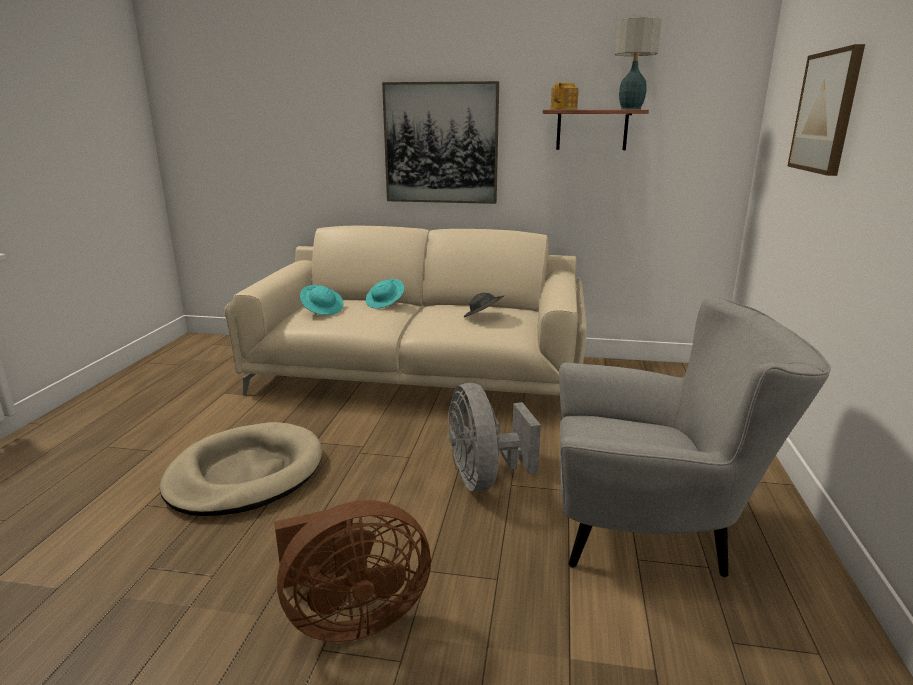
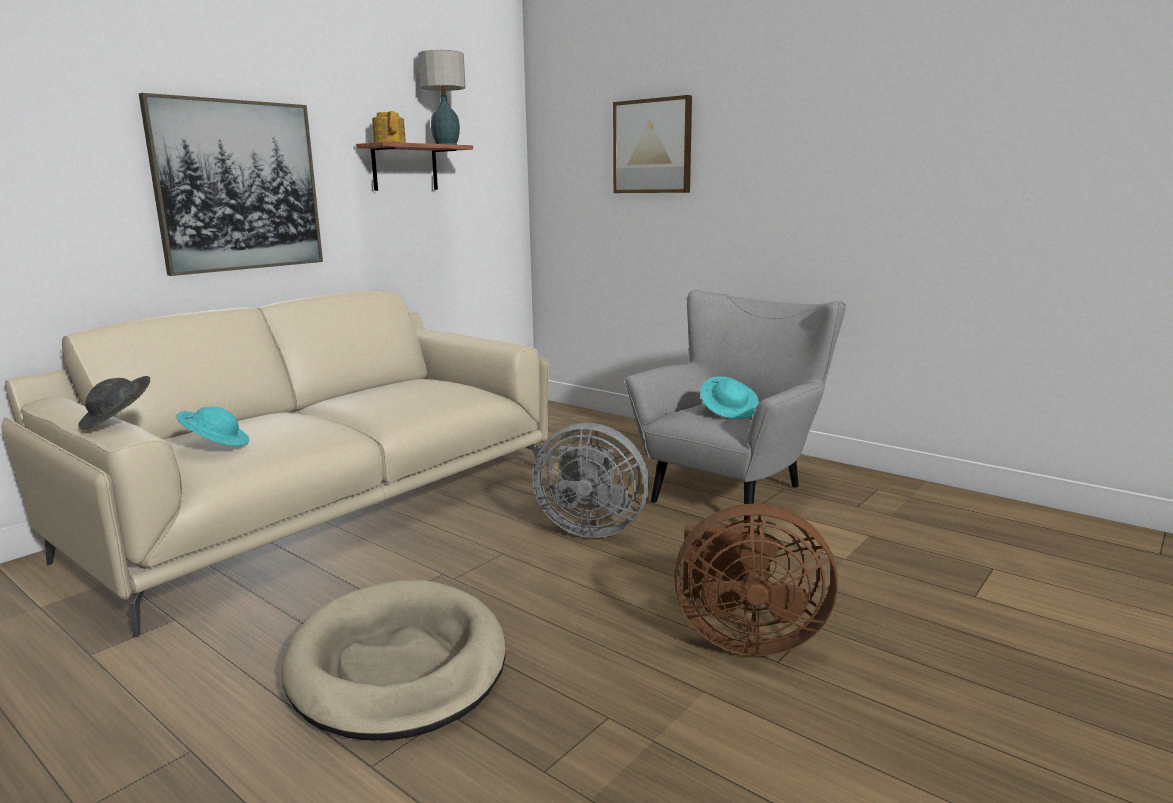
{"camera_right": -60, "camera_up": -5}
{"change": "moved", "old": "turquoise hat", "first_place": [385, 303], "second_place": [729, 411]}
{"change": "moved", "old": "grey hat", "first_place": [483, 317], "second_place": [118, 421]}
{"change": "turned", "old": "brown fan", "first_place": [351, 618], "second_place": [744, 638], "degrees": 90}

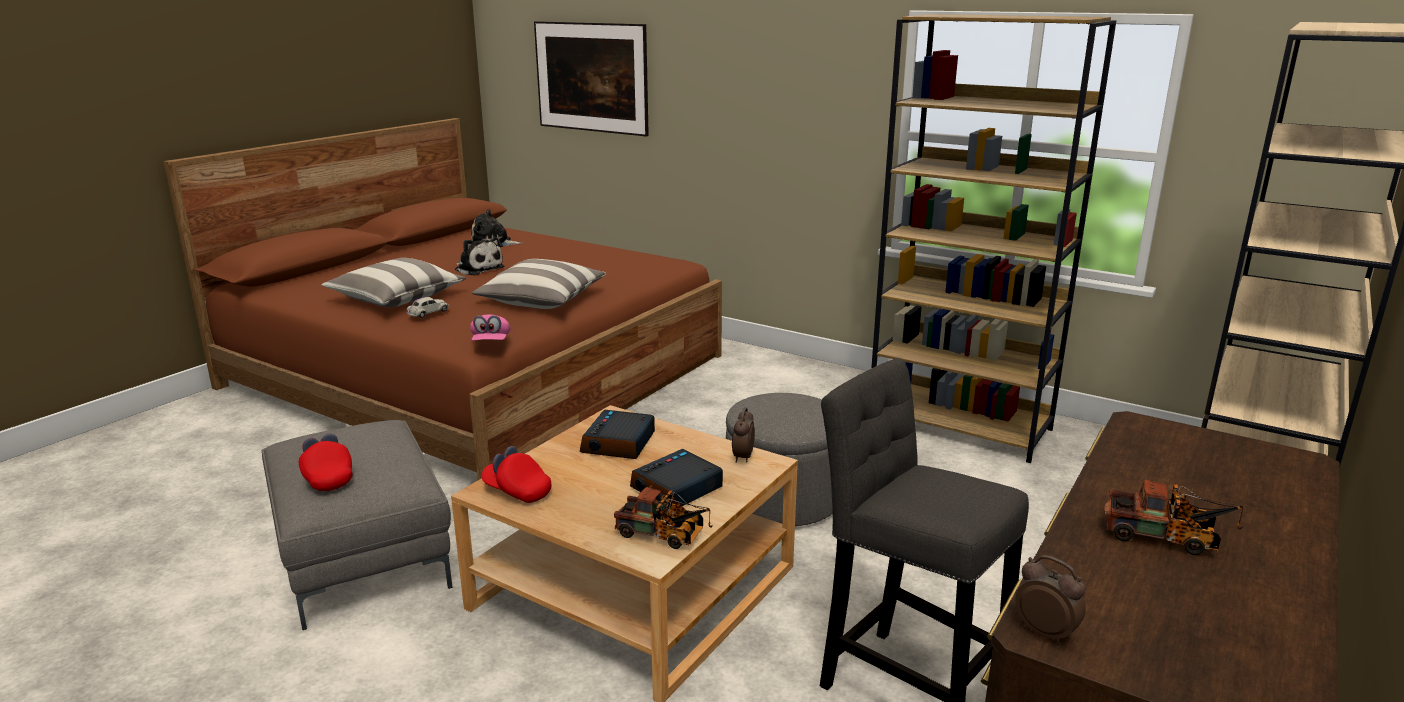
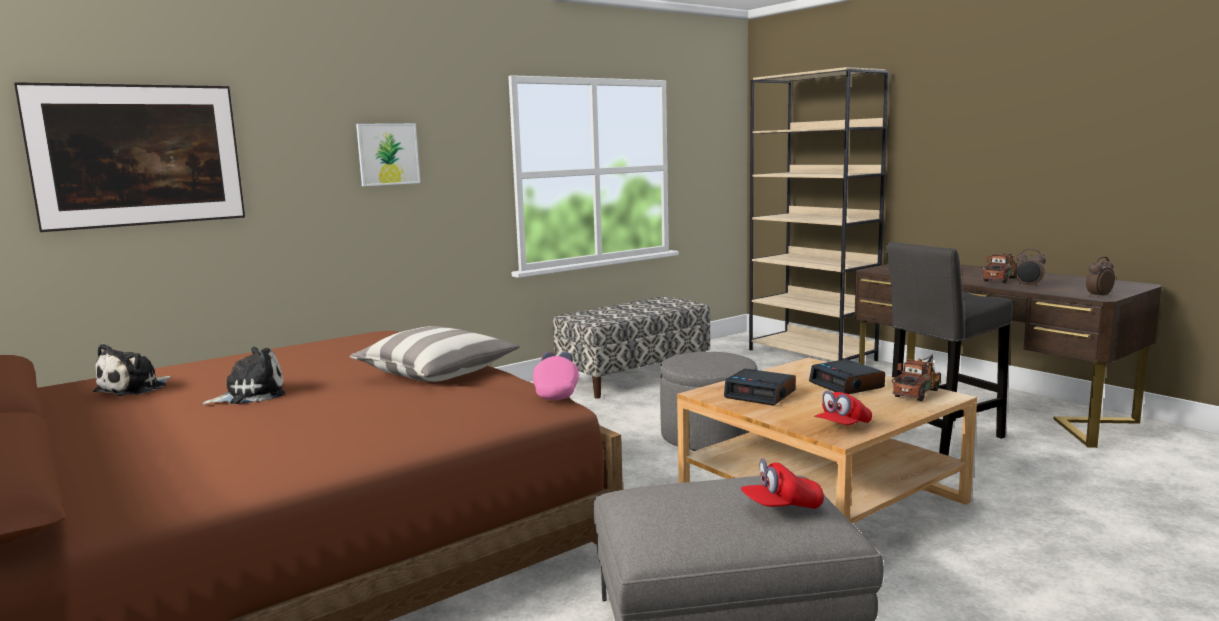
{"camera_right": -70, "camera_up": -10}
{"change": "replaced", "old": "brown bookcase", "new": "bench", "first_place": [960, 425], "second_place": [634, 377]}
{"change": "removed", "old": "pillow", "first_place": [396, 299]}
{"change": "removed", "old": "white toy car", "first_place": [428, 313]}
{"change": "turned", "old": "pink cap", "first_place": [491, 343], "second_place": [556, 392], "degrees": -105}
{"change": "moved", "old": "alarm clock", "first_place": [742, 457], "second_place": [1028, 286]}
{"change": "added", "new": "picture", "second_place": [388, 154]}

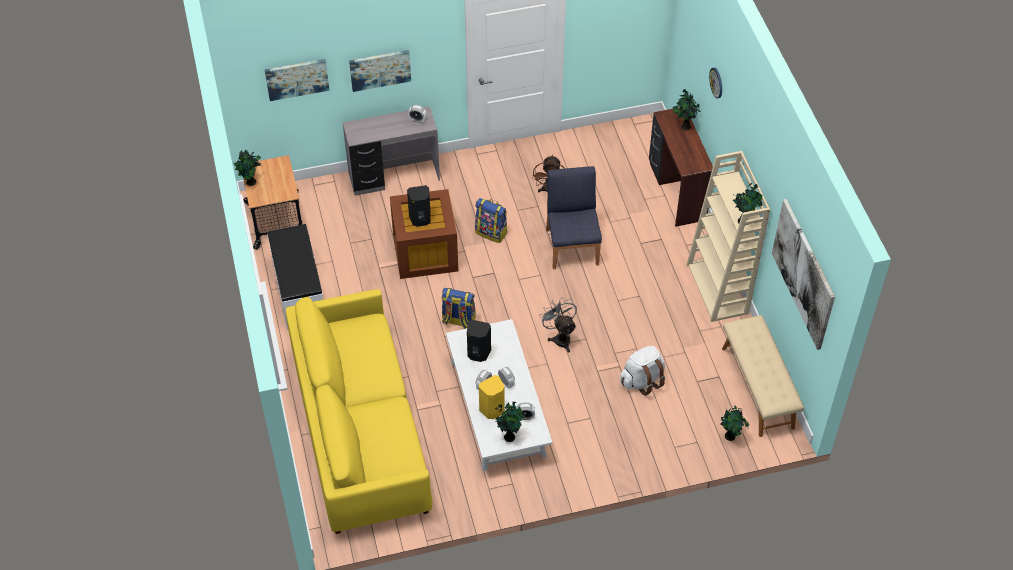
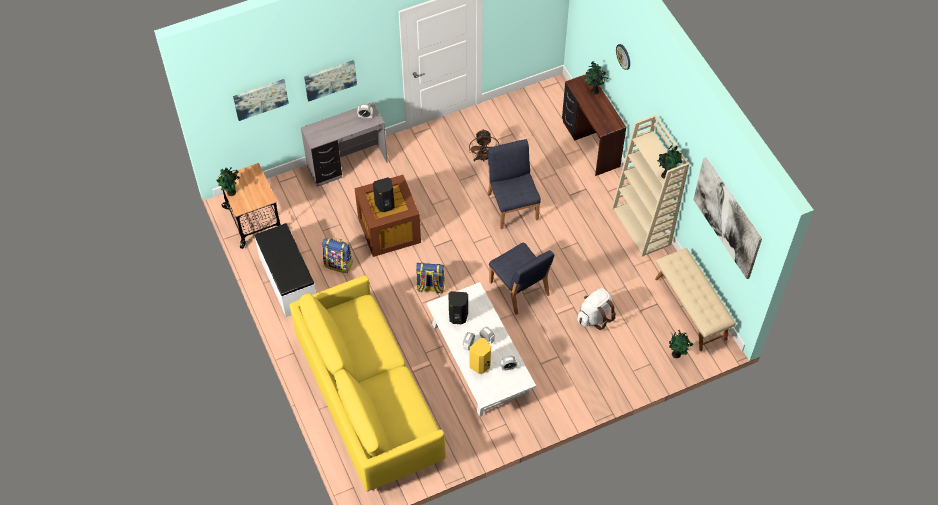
{"camera_right": -10, "camera_up": 5}
{"change": "moved", "old": "backpack", "first_place": [491, 232], "second_place": [339, 264]}
{"change": "replaced", "old": "grey fan", "new": "blue chair", "first_place": [560, 337], "second_place": [519, 289]}
{"change": "removed", "old": "potted plant", "first_place": [509, 436]}

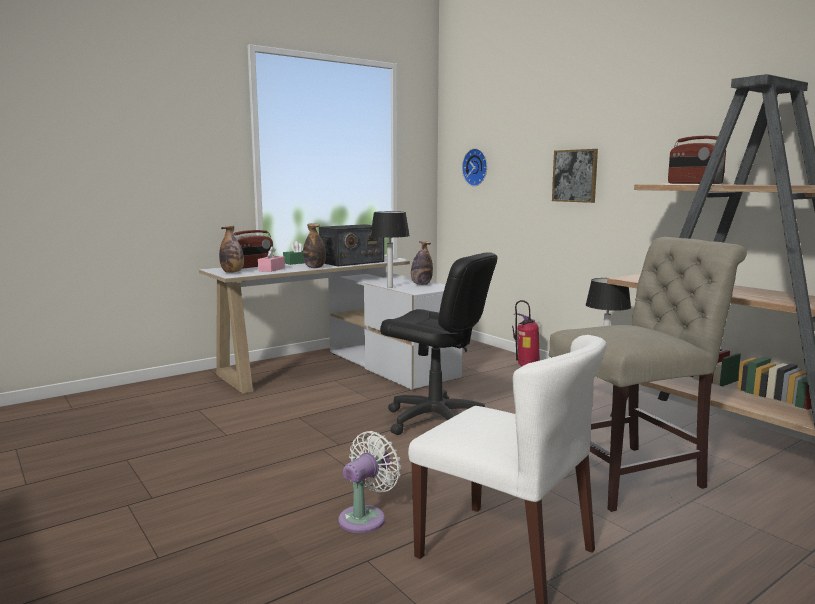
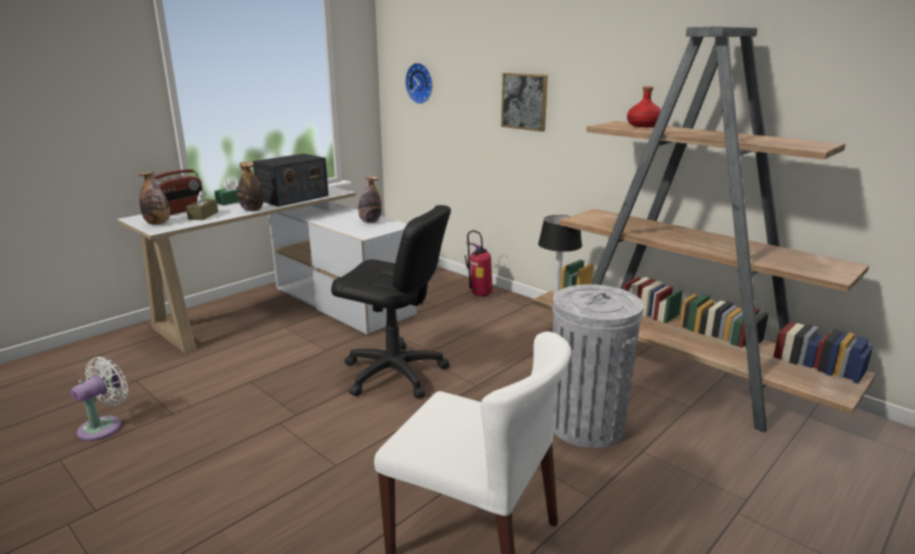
{"camera_right": -10, "camera_up": 10}
{"change": "replaced", "old": "radio", "new": "red bottle", "first_place": [693, 183], "second_place": [644, 125]}
{"change": "removed", "old": "table lamp", "first_place": [390, 287]}
{"change": "replaced", "old": "beige chair", "new": "grey trash can", "first_place": [632, 475], "second_place": [586, 425]}
{"change": "recoloured", "old": "pink tissue box", "new": "brown tissue box", "first_place": [271, 269], "second_place": [203, 215]}
{"change": "moved", "old": "white fan", "first_place": [365, 517], "second_place": [104, 426]}

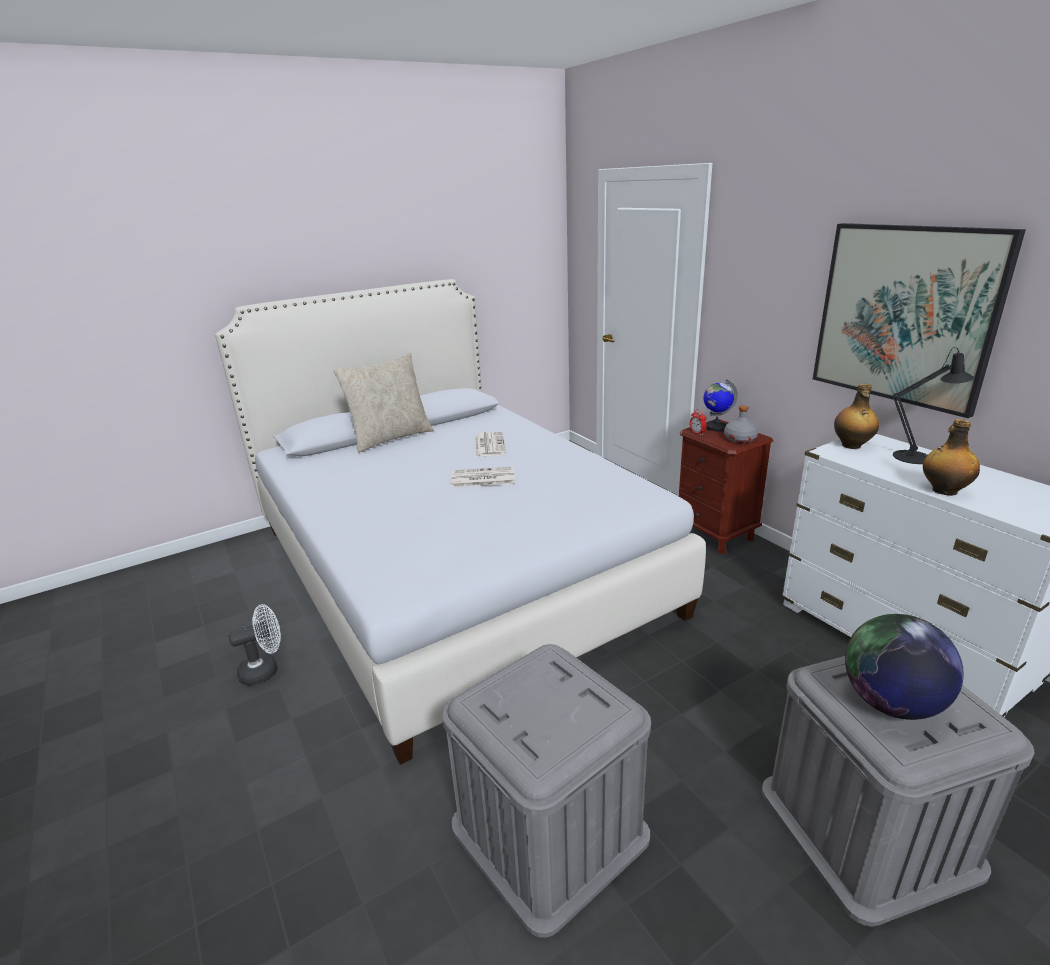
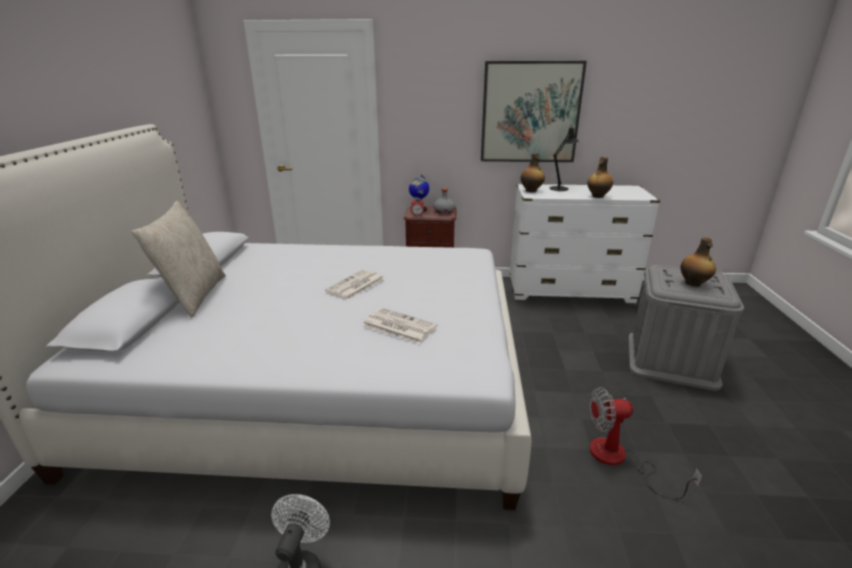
{"camera_right": -55, "camera_up": 0}
{"change": "moved", "old": "newspaper", "first_place": [489, 445], "second_place": [398, 326]}
{"change": "replaced", "old": "globe", "new": "bottle", "first_place": [891, 703], "second_place": [693, 284]}
{"change": "replaced", "old": "grey storage box", "new": "fan", "first_place": [549, 830], "second_place": [619, 460]}

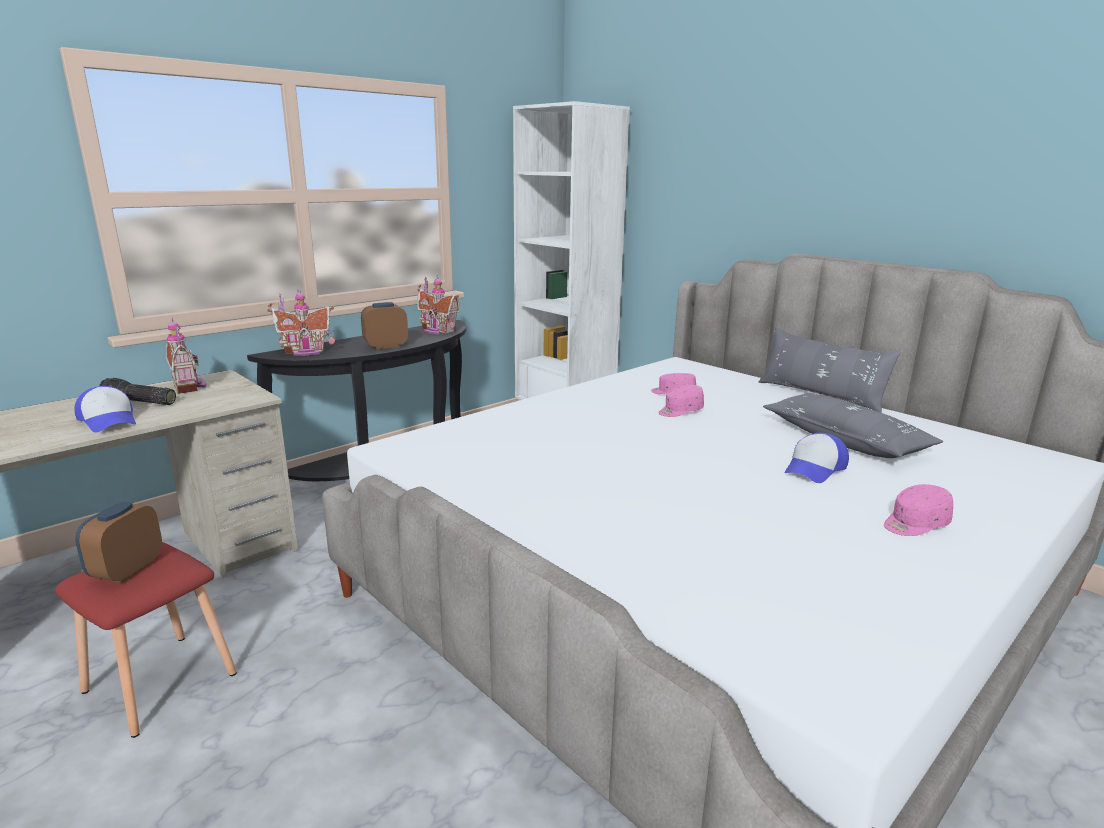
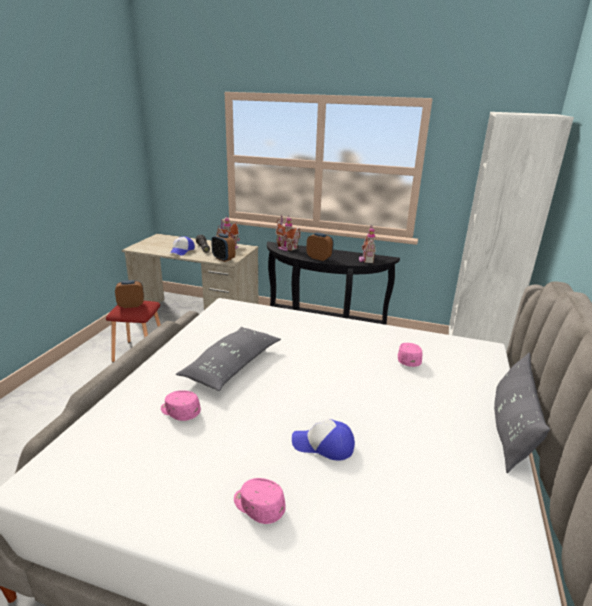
{"camera_right": 60, "camera_up": 5}
{"change": "moved", "old": "pink cap", "first_place": [680, 411], "second_place": [180, 412]}
{"change": "moved", "old": "grey pillow", "first_place": [845, 440], "second_place": [232, 366]}
{"change": "added", "new": "alarm clock", "second_place": [223, 259]}

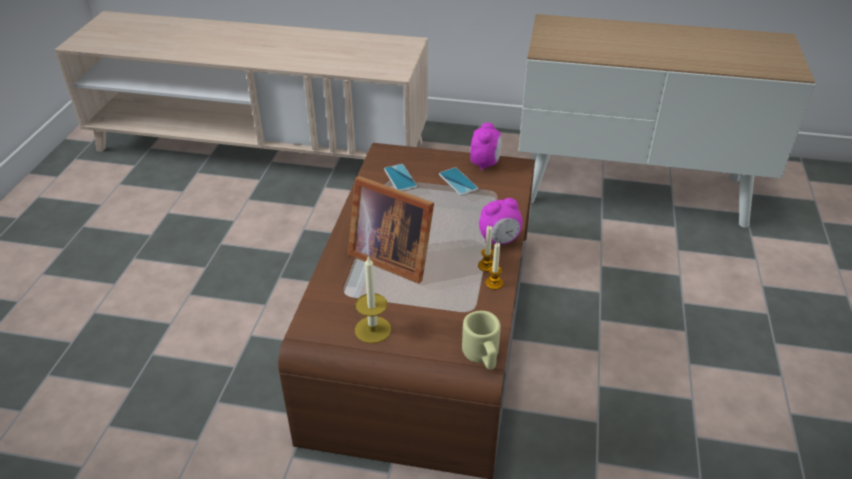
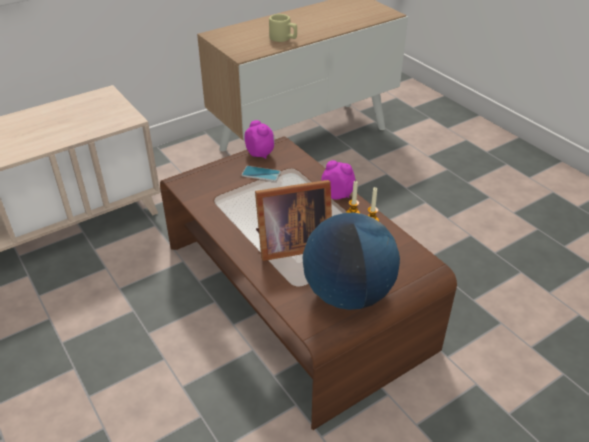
{"camera_right": -45, "camera_up": 0}
{"change": "removed", "old": "phone", "first_place": [400, 178]}
{"change": "turned", "old": "alarm clock", "first_place": [499, 240], "second_place": [337, 194], "degrees": -90}
{"change": "replaced", "old": "candle", "new": "globe", "first_place": [373, 329], "second_place": [348, 294]}
{"change": "moved", "old": "beige mug", "first_place": [482, 355], "second_place": [283, 38]}

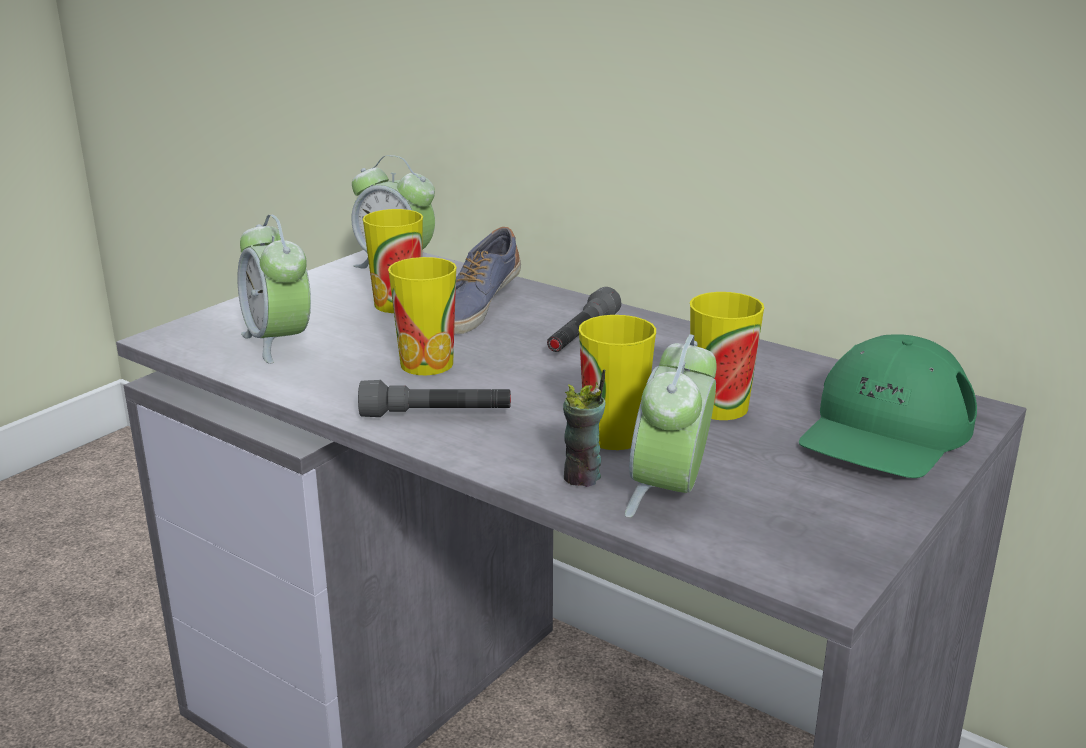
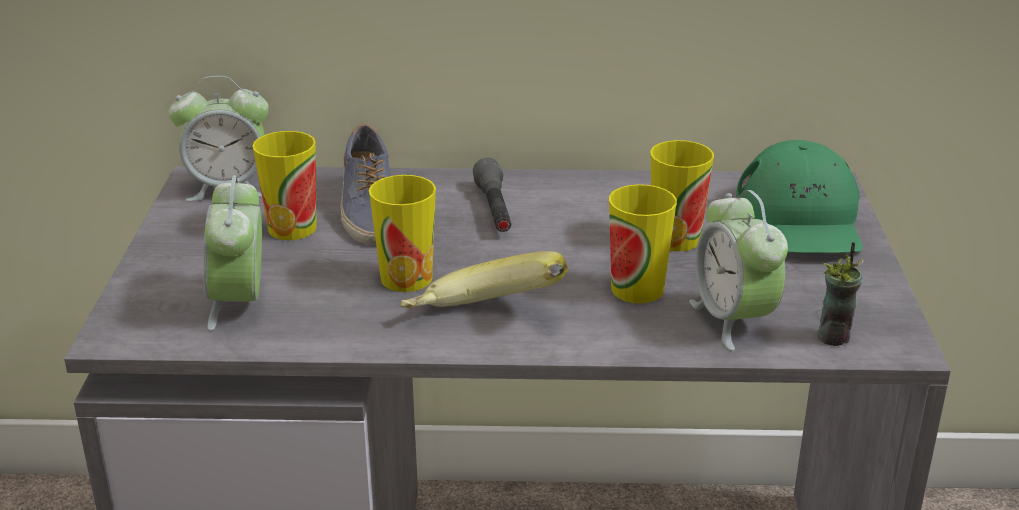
{"camera_right": -35, "camera_up": 5}
{"change": "turned", "old": "alarm clock", "first_place": [278, 343], "second_place": [240, 303], "degrees": 60}
{"change": "moved", "old": "cup", "first_place": [583, 478], "second_place": [834, 337]}
{"change": "replaced", "old": "grey flashlight", "new": "banana", "first_place": [436, 415], "second_place": [483, 322]}

